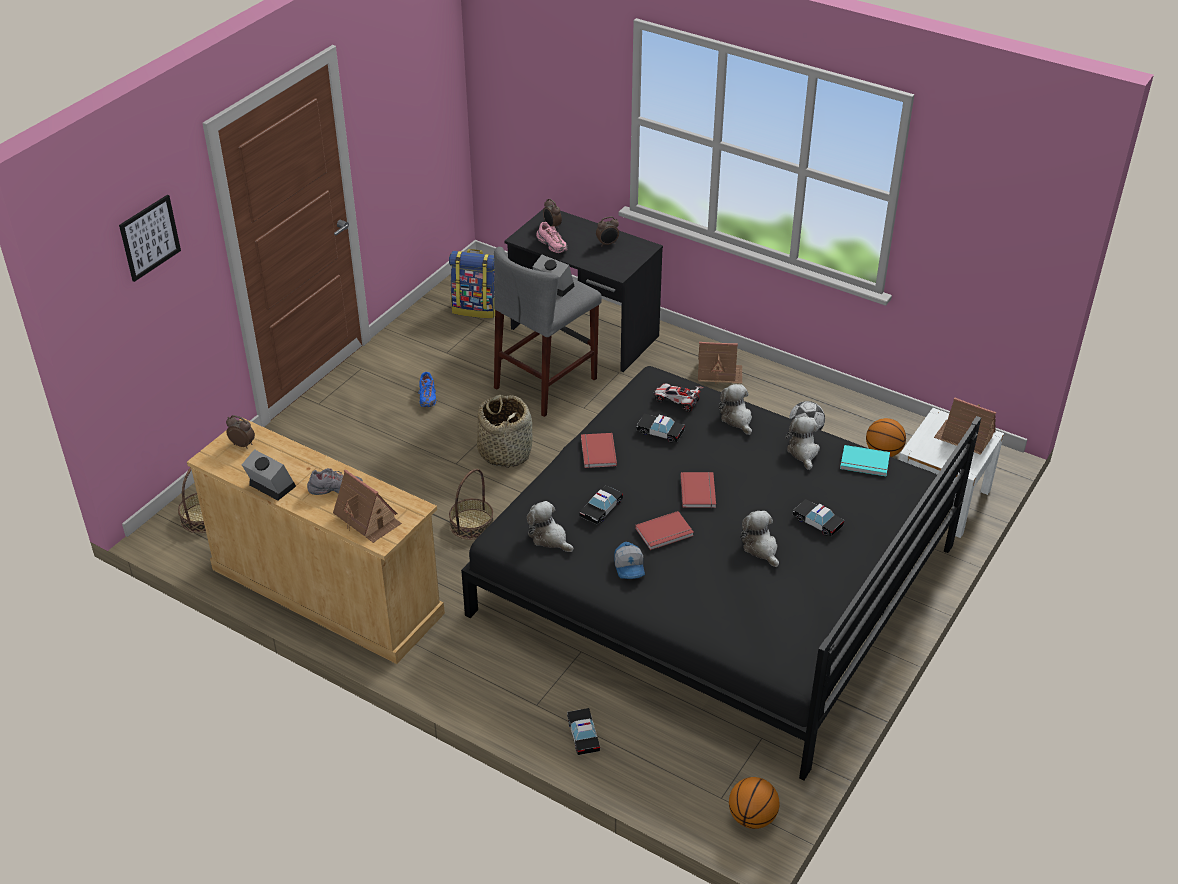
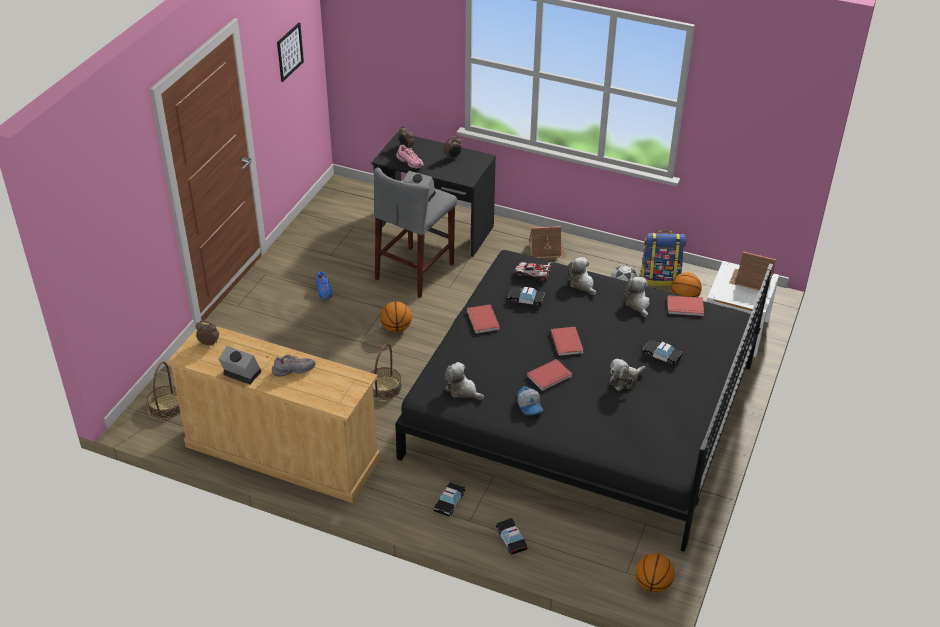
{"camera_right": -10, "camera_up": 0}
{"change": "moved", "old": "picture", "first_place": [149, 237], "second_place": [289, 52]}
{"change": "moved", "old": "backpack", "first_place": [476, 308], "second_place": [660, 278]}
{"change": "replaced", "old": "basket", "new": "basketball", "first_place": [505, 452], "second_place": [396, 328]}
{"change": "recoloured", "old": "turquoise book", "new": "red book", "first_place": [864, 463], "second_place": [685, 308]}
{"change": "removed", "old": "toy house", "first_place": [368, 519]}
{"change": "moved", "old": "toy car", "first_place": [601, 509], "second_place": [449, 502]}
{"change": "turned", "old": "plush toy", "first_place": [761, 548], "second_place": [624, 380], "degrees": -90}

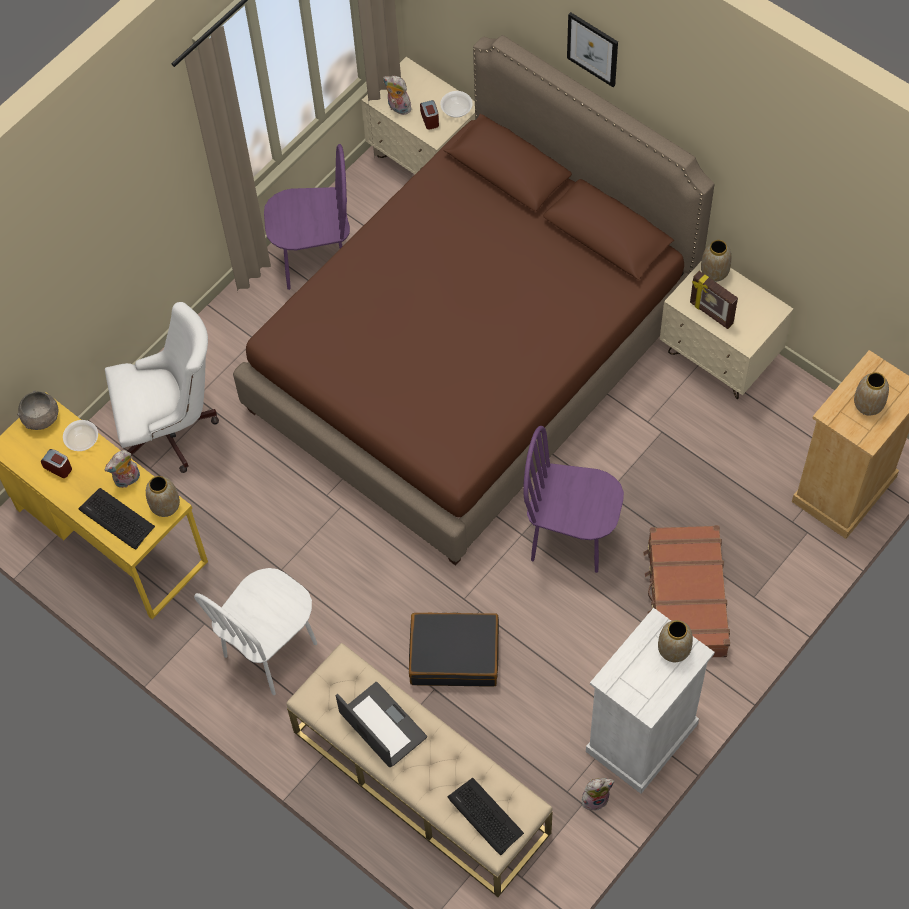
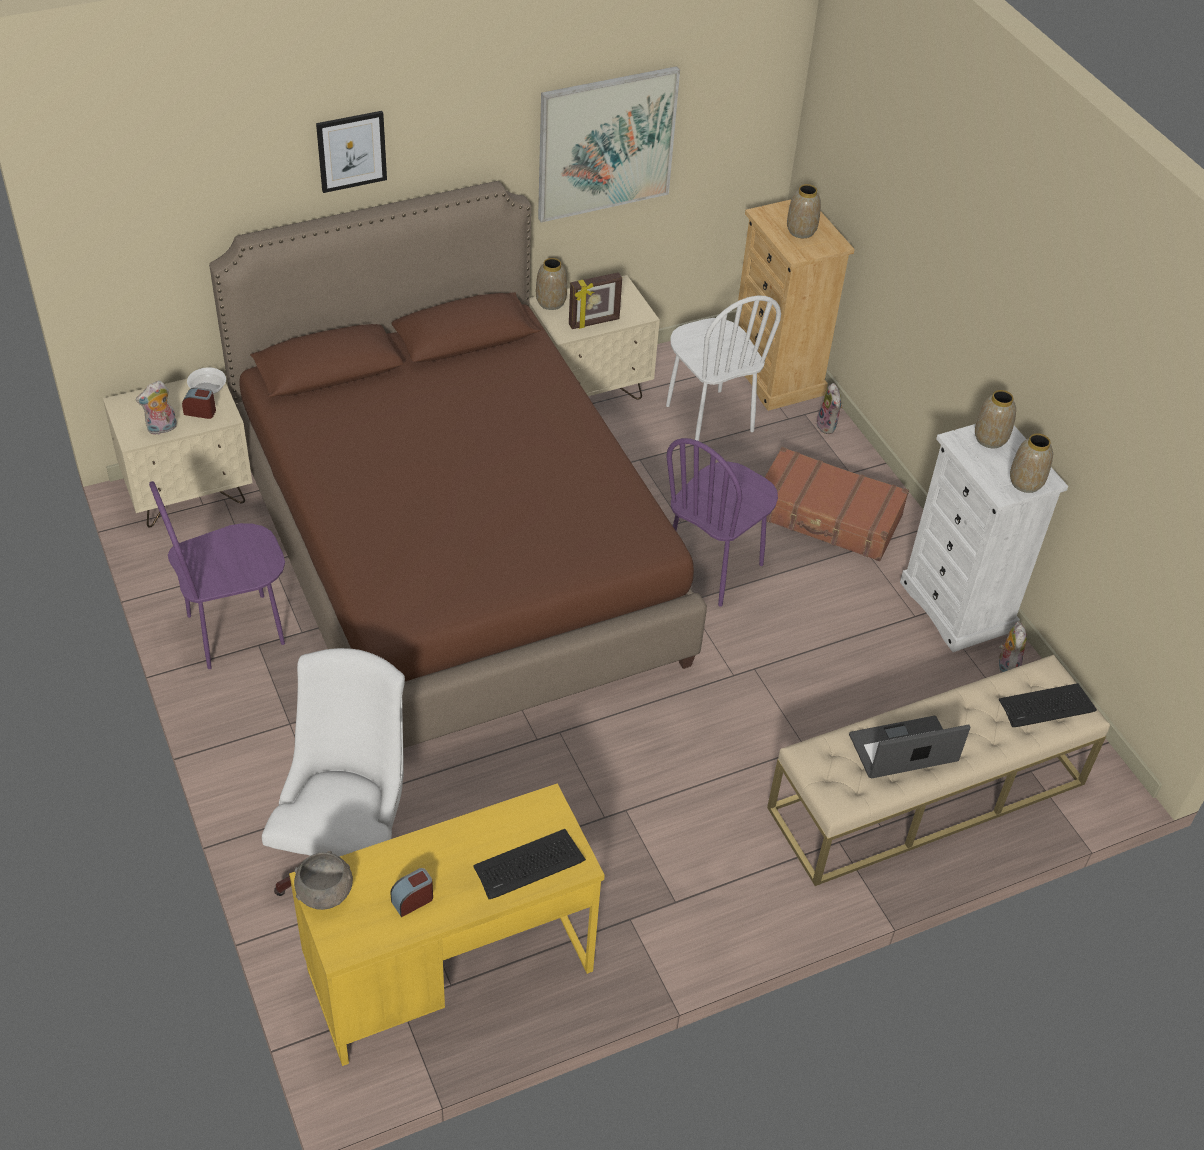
{"camera_right": -70, "camera_up": -15}
{"change": "turned", "old": "purple chair", "first_place": [316, 262], "second_place": [235, 630], "degrees": -135}
{"change": "removed", "old": "bowl", "first_place": [82, 440]}
{"change": "moved", "old": "plush toy", "first_place": [127, 480], "second_place": [828, 426]}
{"change": "moved", "old": "vase", "first_place": [165, 505], "second_place": [1025, 483]}
{"change": "moved", "old": "white chair", "first_place": [271, 650], "second_place": [708, 418]}
{"change": "removed", "old": "black suitcase", "first_place": [454, 654]}
{"change": "added", "new": "picture", "second_place": [606, 143]}

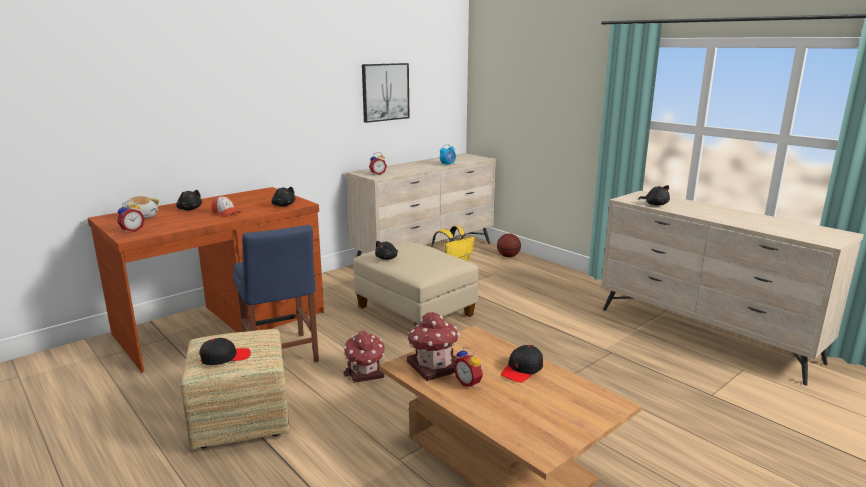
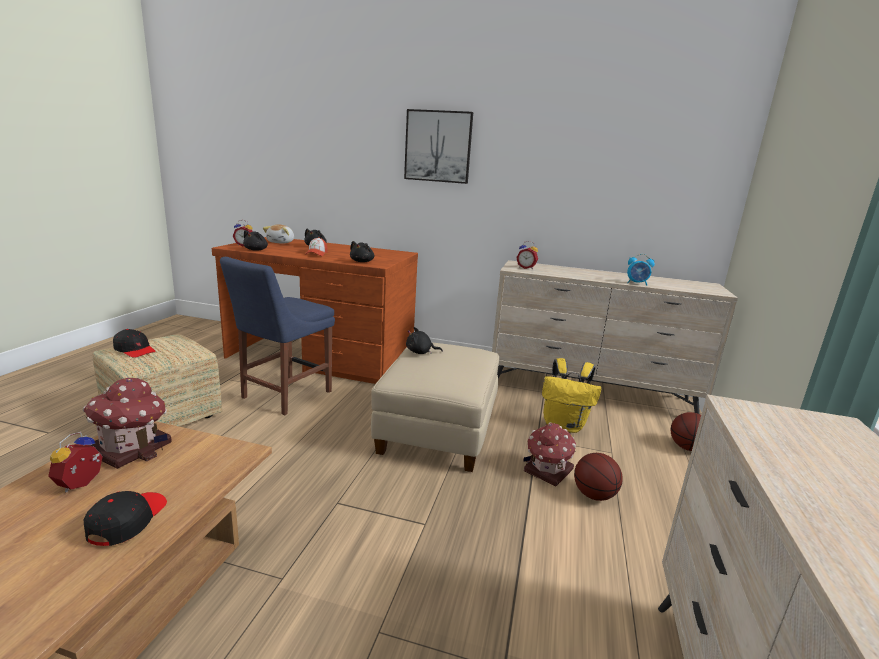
{"camera_right": 55, "camera_up": 0}
{"change": "moved", "old": "picture", "first_place": [385, 92], "second_place": [438, 146]}
{"change": "moved", "old": "black plush toy", "first_place": [655, 204], "second_place": [256, 250]}
{"change": "moved", "old": "toy house", "first_place": [365, 372], "second_place": [547, 471]}
{"change": "turned", "old": "black cap", "first_place": [522, 370], "second_place": [127, 521], "degrees": 90}
{"change": "added", "new": "basketball", "second_place": [594, 495]}

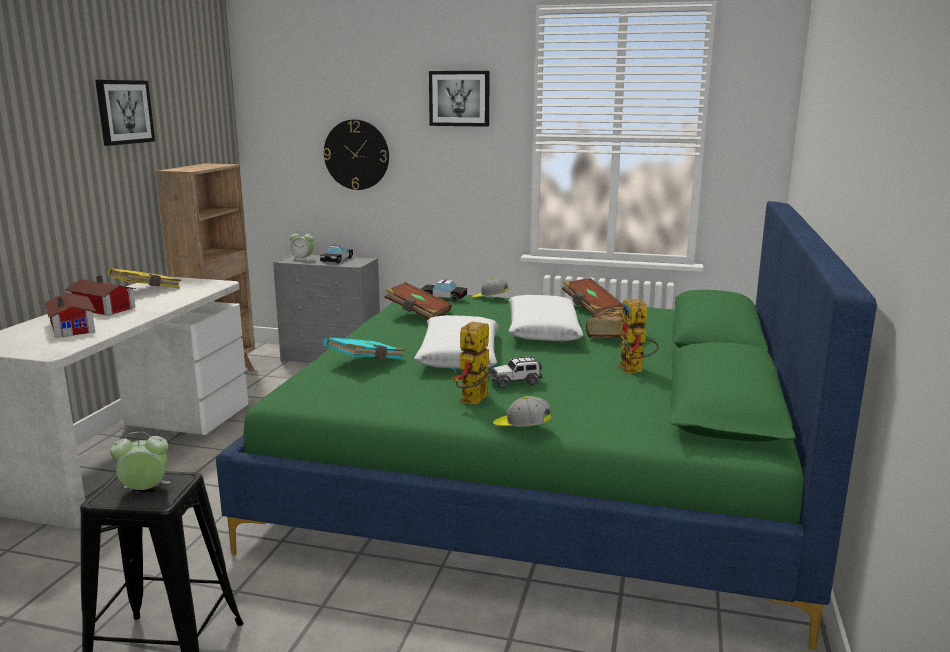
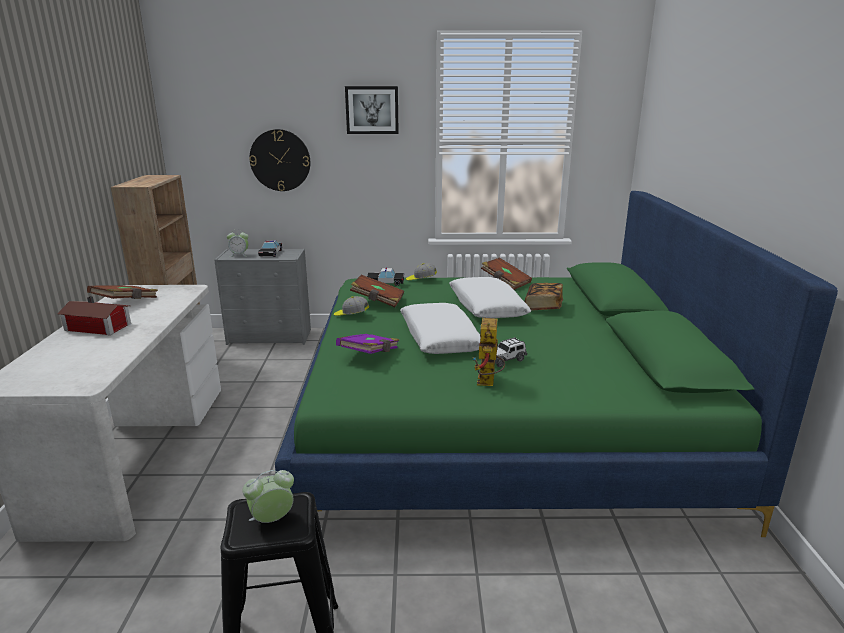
{"camera_right": -15, "camera_up": 5}
{"change": "removed", "old": "picture", "first_place": [124, 112]}
{"change": "recoloured", "old": "yellow book", "new": "brown book", "first_place": [147, 290], "second_place": [126, 302]}
{"change": "removed", "old": "toy house", "first_place": [74, 326]}
{"change": "removed", "old": "toy robot", "first_place": [635, 370]}
{"change": "recoloured", "old": "turquoise book", "new": "purple book", "first_place": [366, 363], "second_place": [370, 355]}
{"change": "moved", "old": "cap", "first_place": [521, 427], "second_place": [351, 315]}

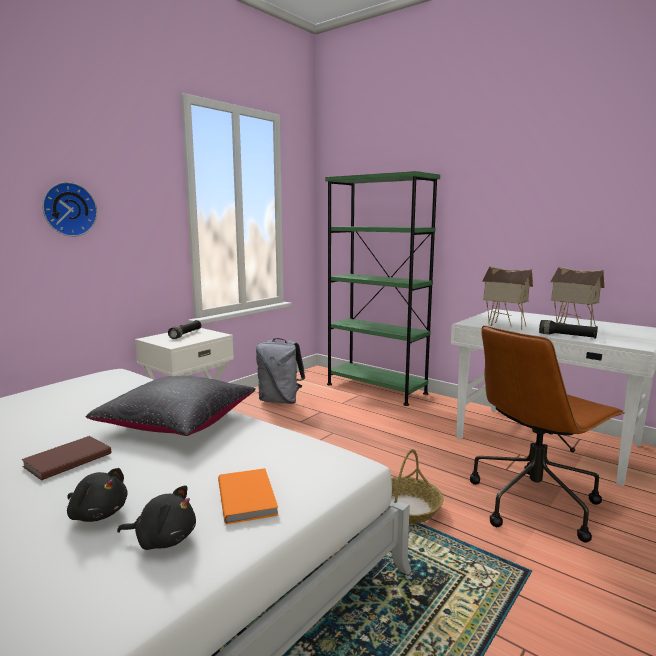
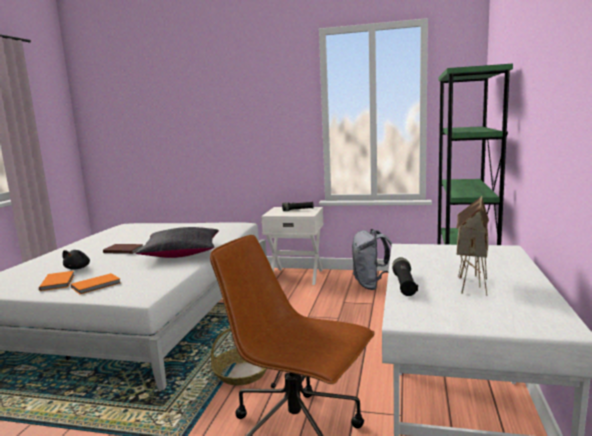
{"camera_right": 65, "camera_up": 0}
{"change": "removed", "old": "wall clock", "first_place": [68, 209]}
{"change": "removed", "old": "toy house", "first_place": [503, 326]}
{"change": "replaced", "old": "black plush toy", "new": "orange book", "first_place": [163, 539], "second_place": [59, 282]}

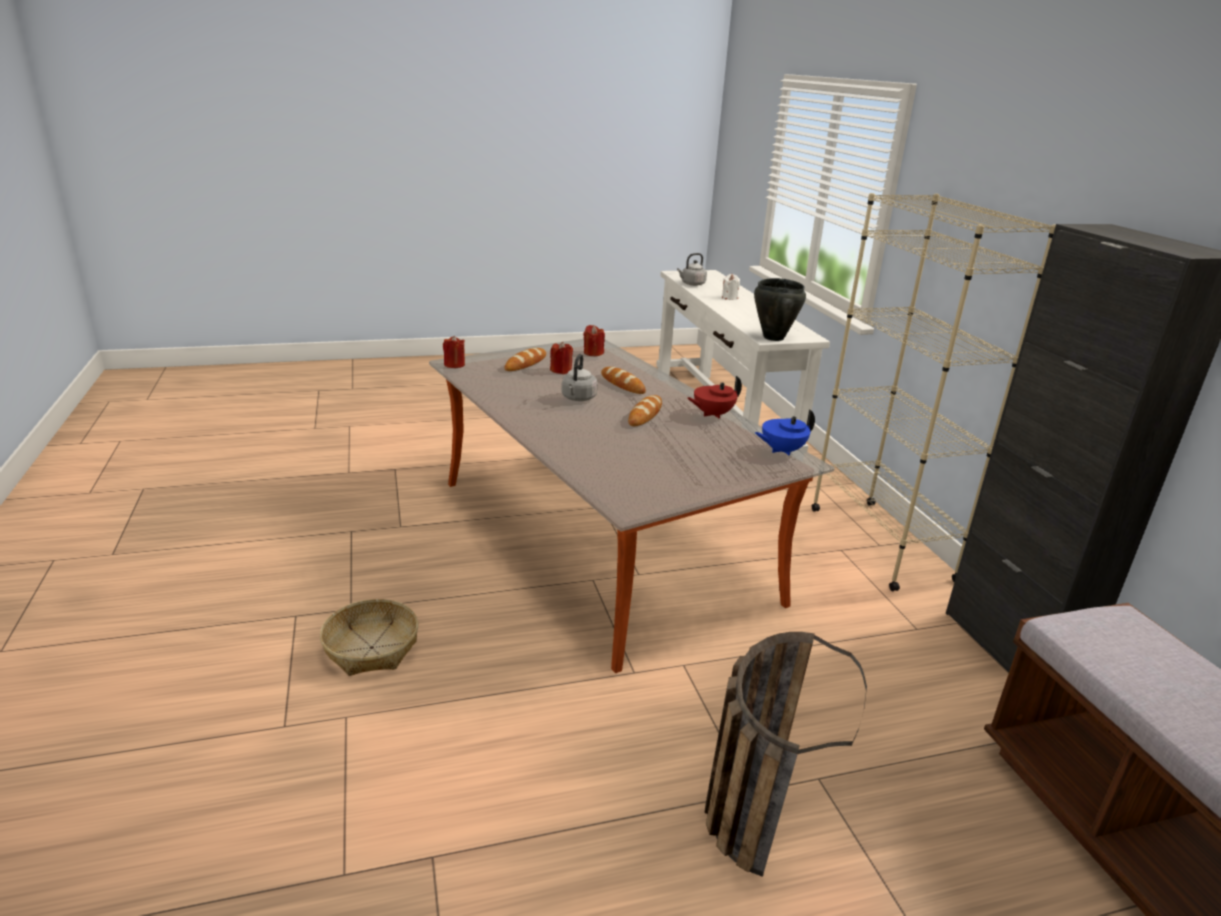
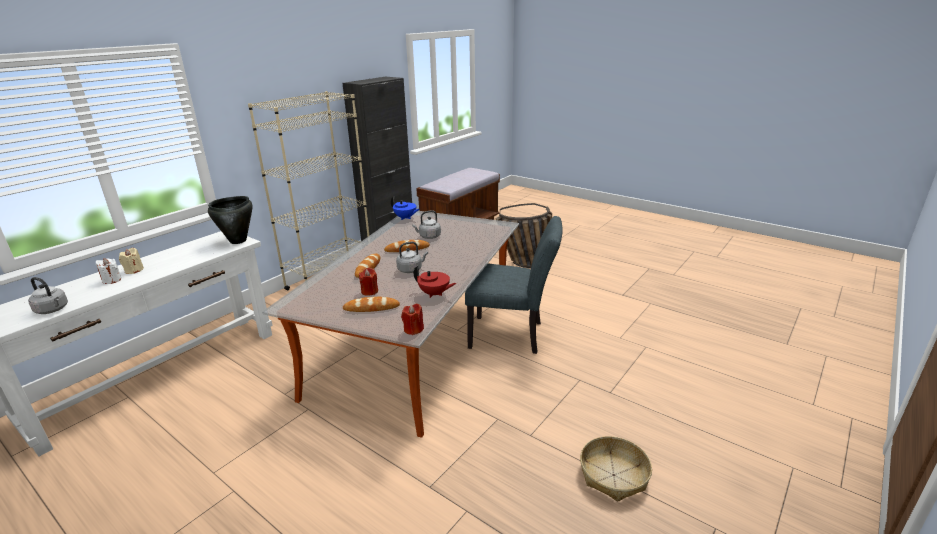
{"camera_right": -125, "camera_up": 0}
{"change": "removed", "old": "red candle", "first_place": [593, 353]}
{"change": "moved", "old": "red teapot", "first_place": [712, 414], "second_place": [434, 294]}
{"change": "moved", "old": "basket", "first_place": [371, 647], "second_place": [613, 475]}
{"change": "added", "new": "grey kettle", "second_place": [428, 236]}
{"change": "added", "new": "grey chair", "second_place": [512, 335]}
{"change": "added", "new": "beige candle", "second_place": [134, 270]}

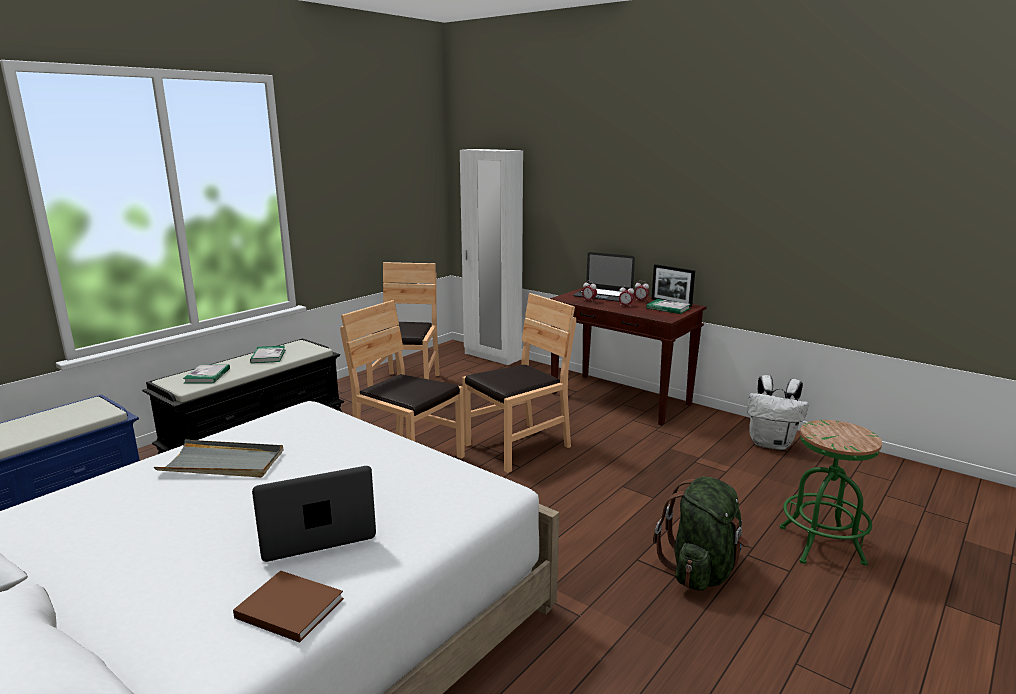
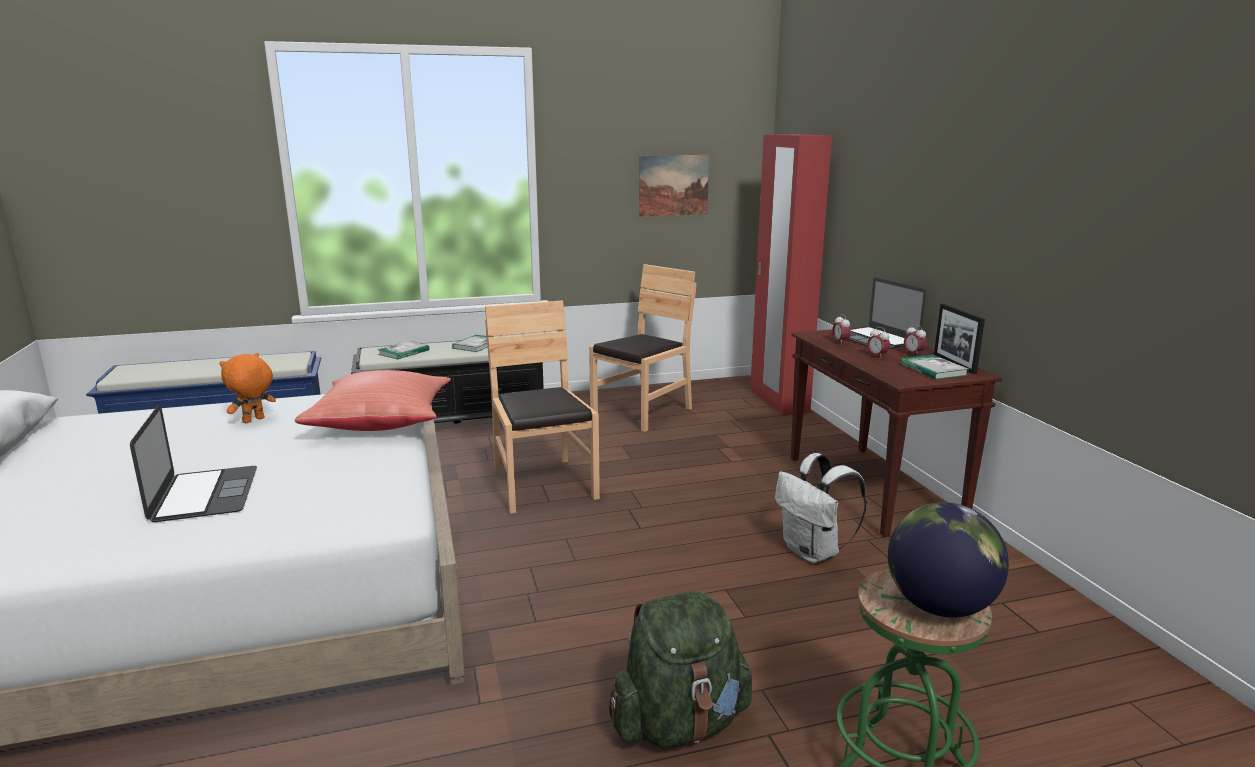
{"camera_right": 35, "camera_up": 0}
{"change": "recoloured", "old": "white wardrobe", "new": "red wardrobe", "first_place": [492, 356], "second_place": [778, 402]}
{"change": "removed", "old": "brown chair", "first_place": [518, 446]}
{"change": "moved", "old": "white backpack", "first_place": [771, 444], "second_place": [813, 552]}
{"change": "replaced", "old": "grey tray", "new": "orange plush toy", "first_place": [223, 463], "second_place": [254, 420]}
{"change": "turned", "old": "laptop", "first_place": [316, 531], "second_place": [204, 494], "degrees": 60}
{"change": "removed", "old": "brown book", "first_place": [287, 607]}
{"change": "added", "new": "picture", "second_place": [673, 185]}
{"change": "added", "new": "red pillow", "second_place": [382, 423]}
{"change": "added", "new": "globe", "second_place": [939, 606]}

